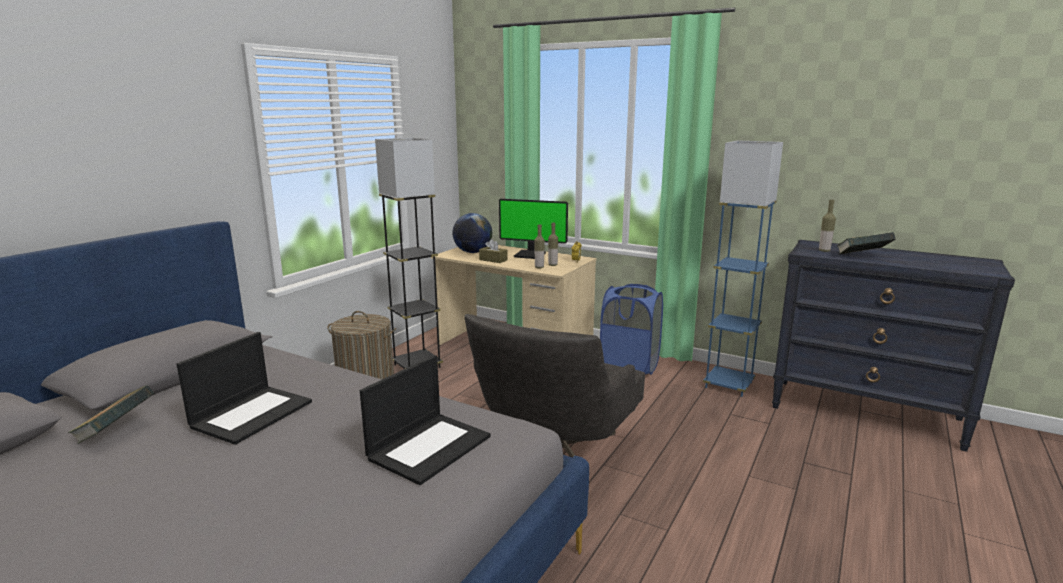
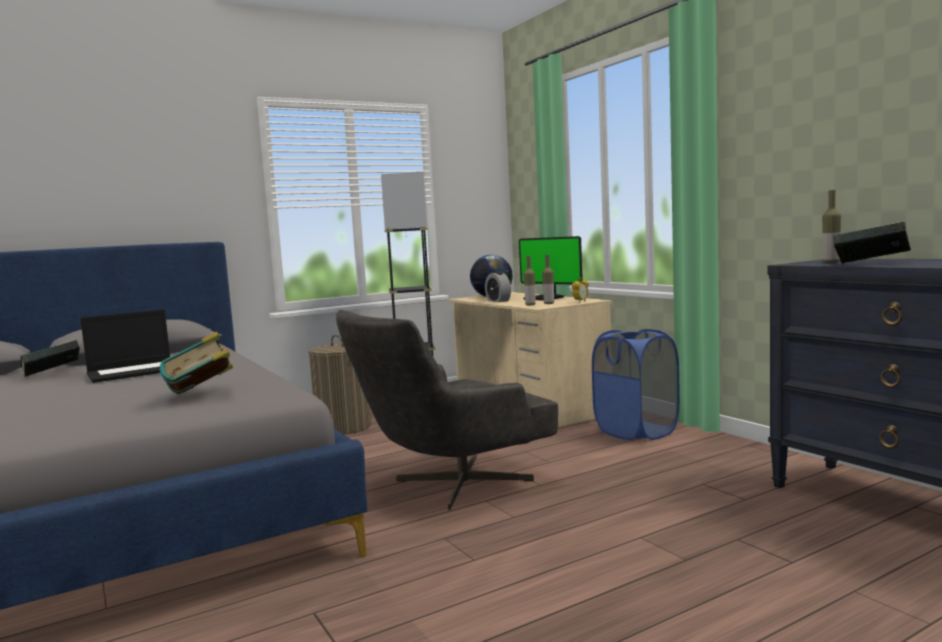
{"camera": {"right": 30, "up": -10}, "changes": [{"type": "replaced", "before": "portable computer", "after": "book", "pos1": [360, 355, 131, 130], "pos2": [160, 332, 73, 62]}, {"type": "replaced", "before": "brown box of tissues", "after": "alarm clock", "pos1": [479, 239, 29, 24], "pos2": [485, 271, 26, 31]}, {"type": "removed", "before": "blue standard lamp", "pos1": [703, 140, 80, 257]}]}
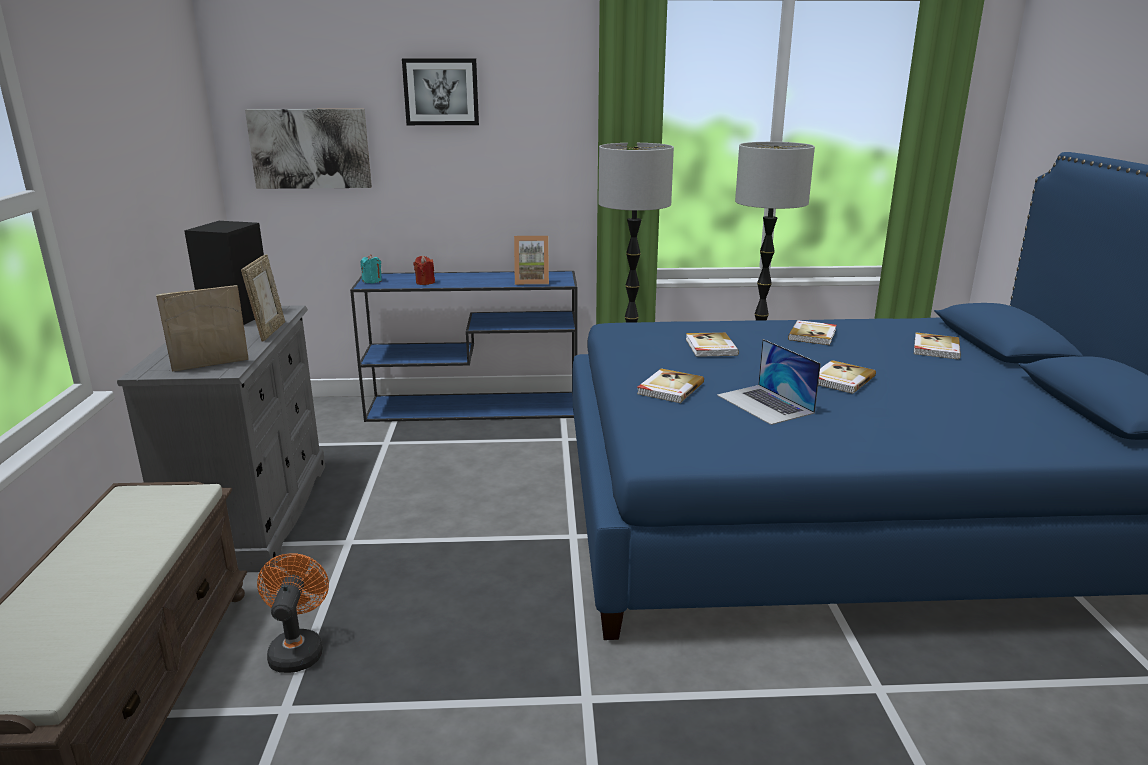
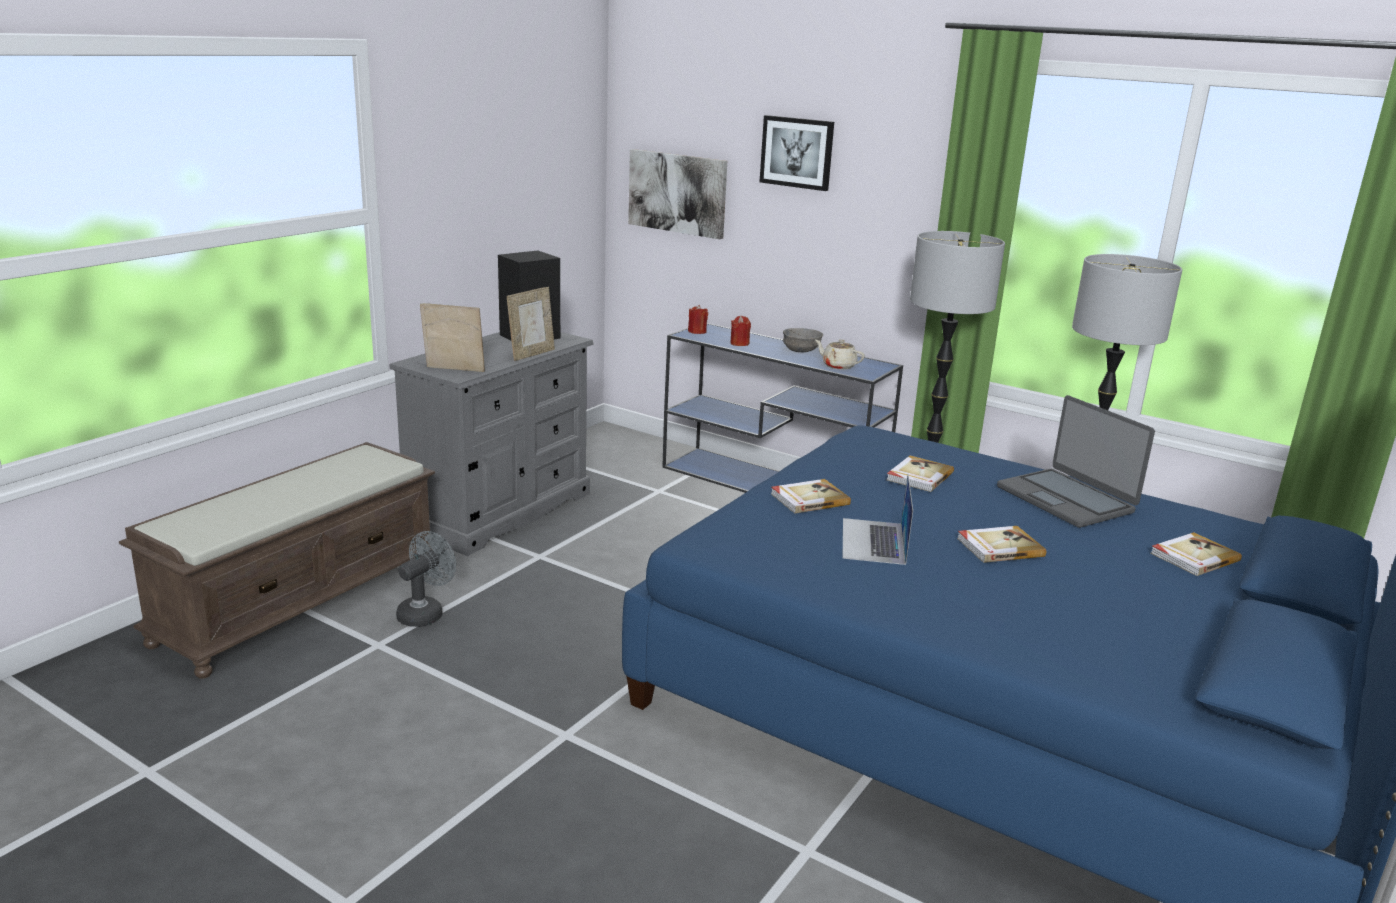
{"camera": {"right": 35, "up": 0}, "changes": [{"type": "recoloured", "before": "orange fan", "after": "gray fan", "pos1": [257, 553, 72, 120], "pos2": [396, 531, 60, 96]}, {"type": "recoloured", "before": "turquoise-coloured wax candle", "after": "red-coloured wax candle", "pos1": [360, 254, 22, 29], "pos2": [688, 305, 20, 29]}, {"type": "added", "after": "gray deep dish", "pos2": [783, 328, 40, 24]}, {"type": "replaced", "before": "standing frame", "after": "beige pot for tea", "pos1": [514, 236, 35, 49], "pos2": [815, 339, 50, 31]}, {"type": "replaced", "before": "book", "after": "portable computer", "pos1": [788, 320, 48, 25], "pos2": [997, 395, 158, 133]}]}
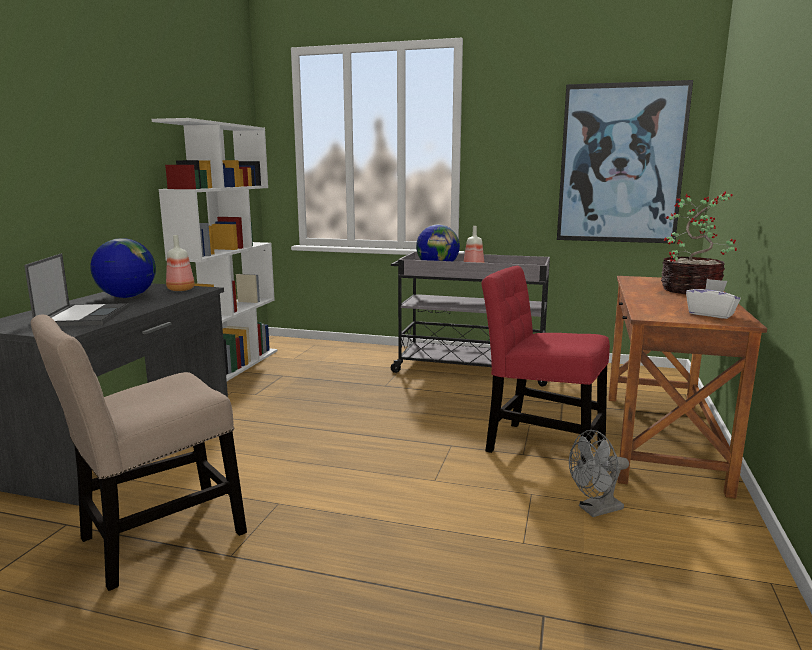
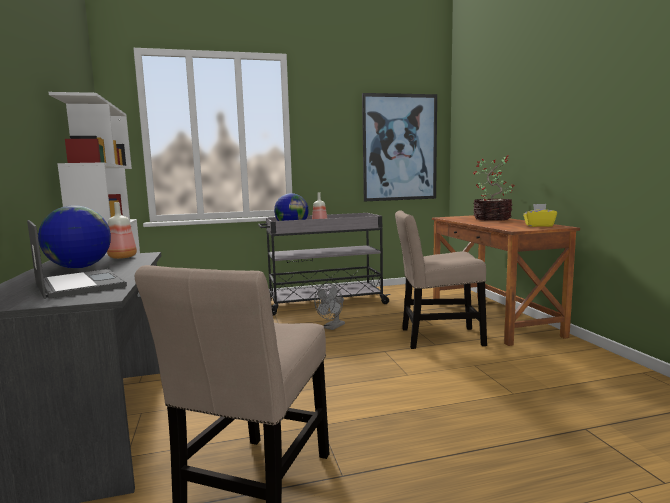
{"camera": {"right": -30, "up": -5}, "changes": [{"type": "moved", "before": "gray fan", "pos1": [569, 430, 60, 87], "pos2": [314, 283, 31, 47]}, {"type": "recoloured", "before": "red-coloured upright chair", "after": "beige upright chair", "pos1": [482, 266, 128, 198], "pos2": [395, 210, 92, 139]}, {"type": "recoloured", "before": "white box of tissues", "after": "yellow box of tissues", "pos1": [686, 279, 55, 40], "pos2": [523, 204, 34, 23]}]}
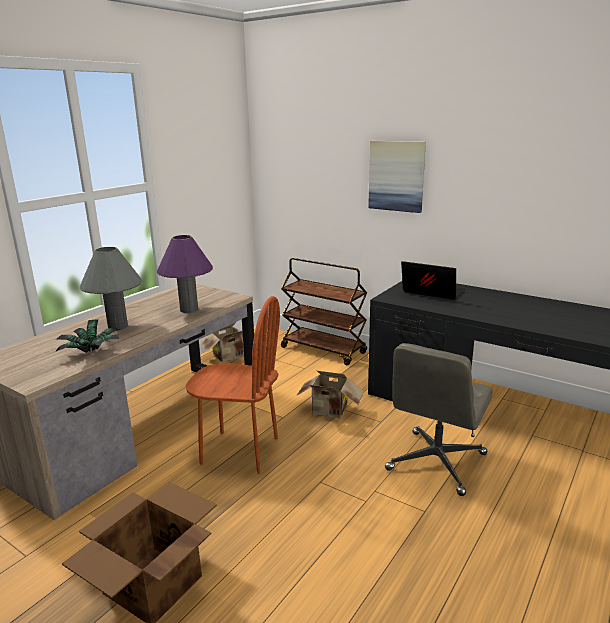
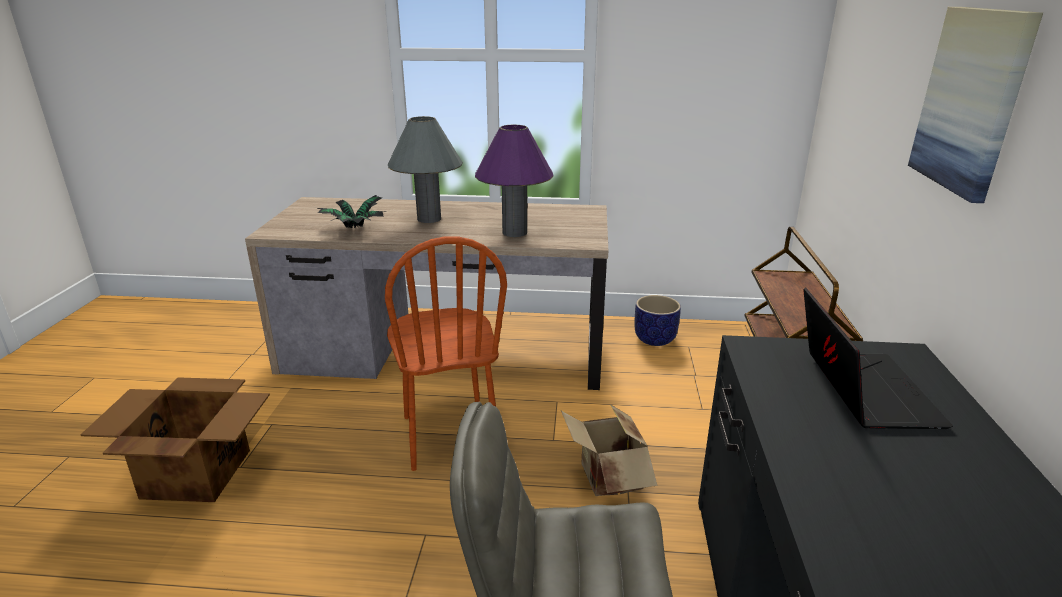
{"camera": {"right": 60, "up": 5}, "changes": [{"type": "replaced", "before": "packing box", "after": "planter", "pos1": [200, 322, 44, 40], "pos2": [634, 295, 47, 51]}]}
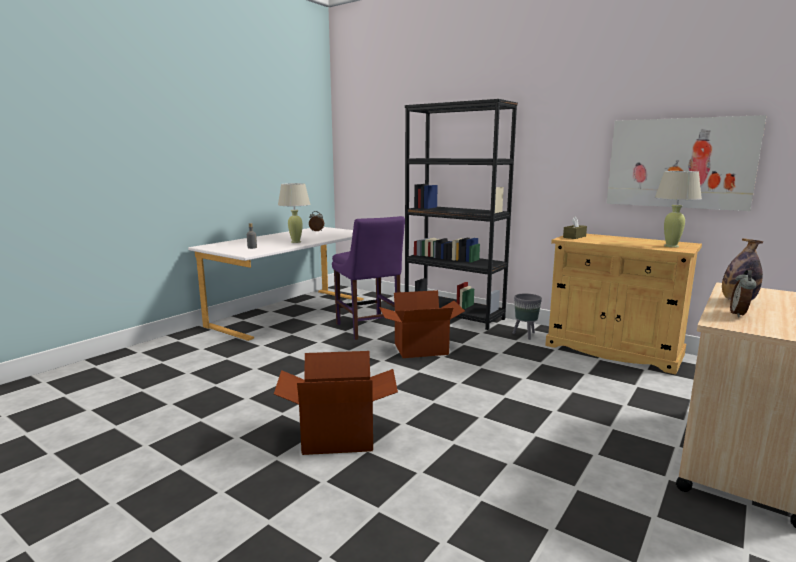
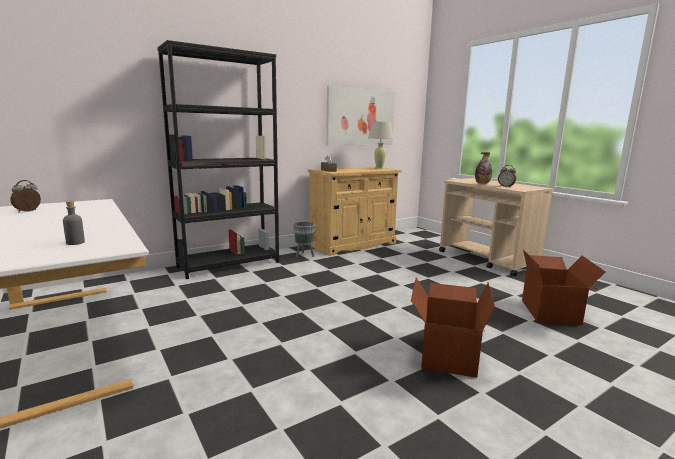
{"camera": {"right": -70, "up": 0}, "changes": [{"type": "moved", "before": "packing box", "pos1": [379, 290, 86, 68], "pos2": [522, 250, 83, 75]}, {"type": "removed", "before": "beige table lamp", "pos1": [278, 183, 33, 60]}, {"type": "removed", "before": "purple-coloured upright chair", "pos1": [332, 216, 73, 124]}]}
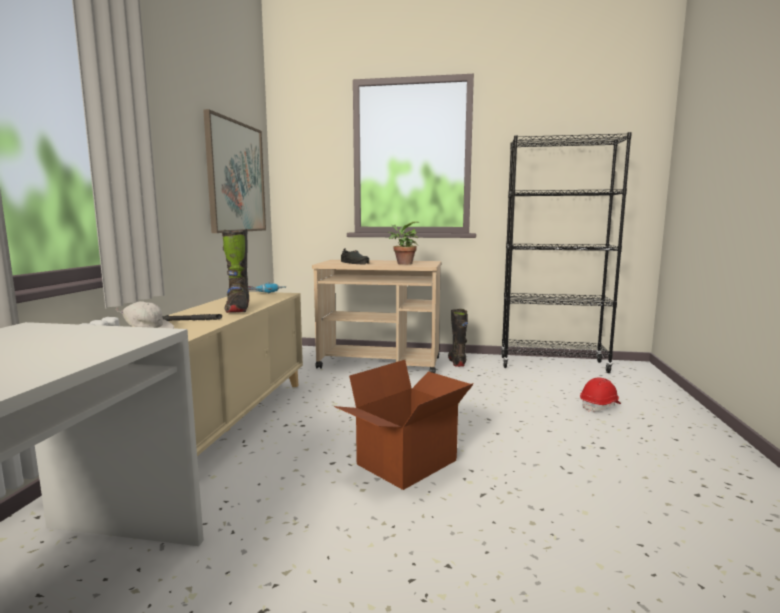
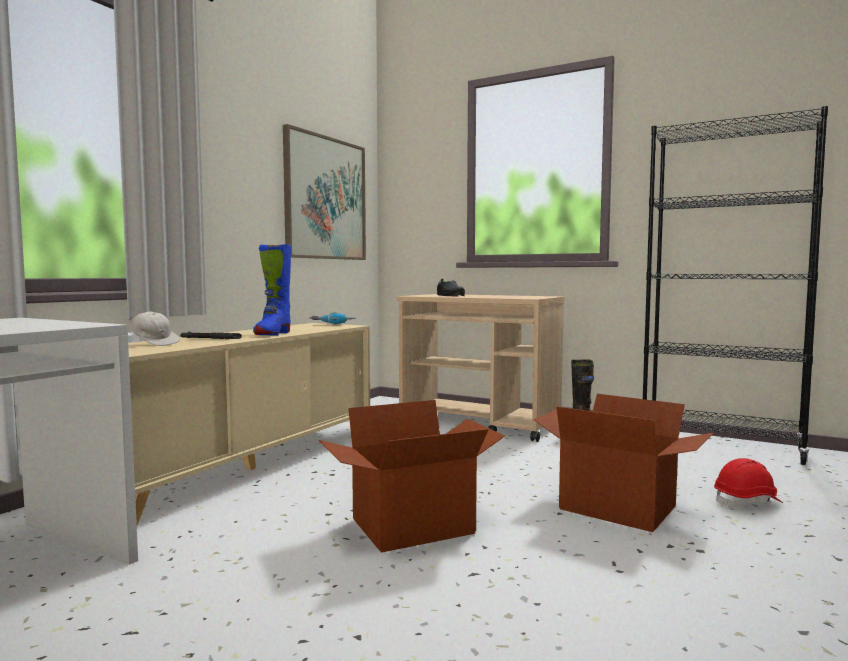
{"camera": {"right": 20, "up": -5}, "changes": [{"type": "recoloured", "before": "black boot", "after": "blue boot", "pos1": [222, 229, 27, 84], "pos2": [253, 244, 38, 92]}, {"type": "added", "after": "packing box", "pos2": [533, 394, 181, 138]}, {"type": "removed", "before": "potted plant", "pos1": [388, 222, 32, 43]}]}
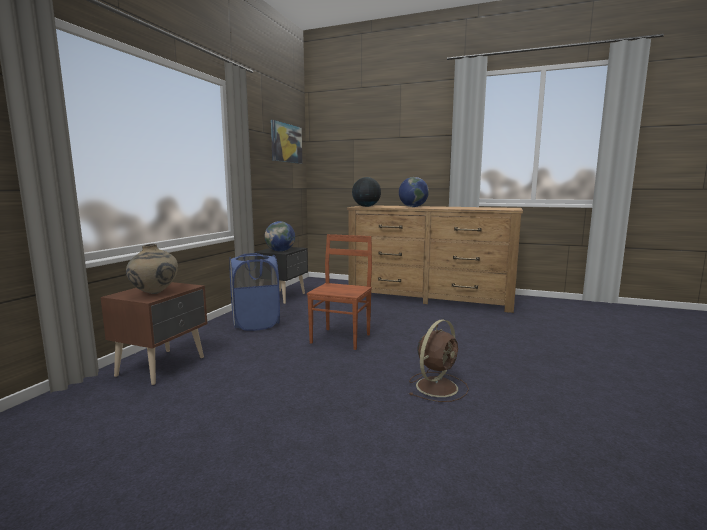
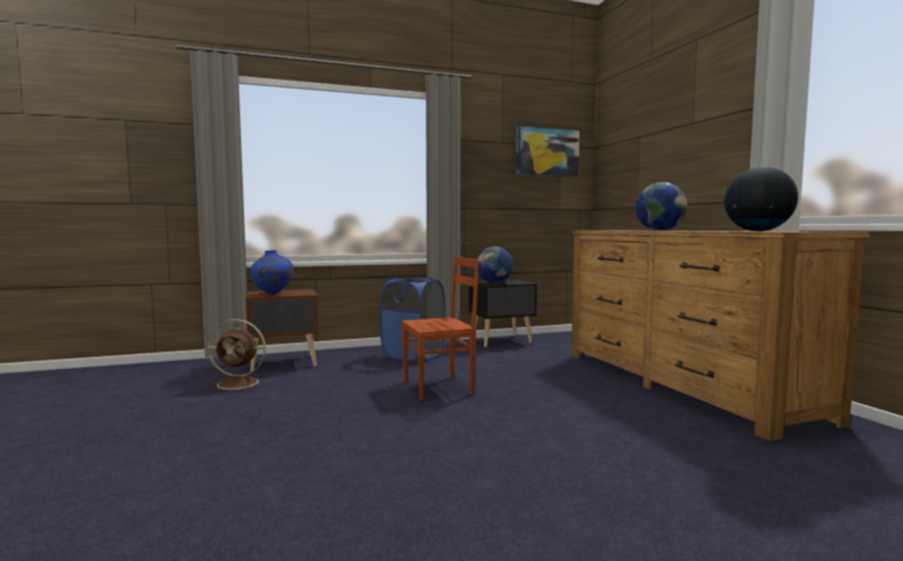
{"camera": {"right": 50, "up": -5}, "changes": [{"type": "moved", "before": "brown fan", "pos1": [409, 319, 60, 83], "pos2": [207, 319, 63, 73]}, {"type": "recoloured", "before": "beige flower vase", "after": "blue flower vase", "pos1": [126, 244, 52, 50], "pos2": [250, 250, 43, 44]}, {"type": "moved", "before": "world globe", "pos1": [352, 177, 29, 30], "pos2": [724, 167, 74, 64]}]}
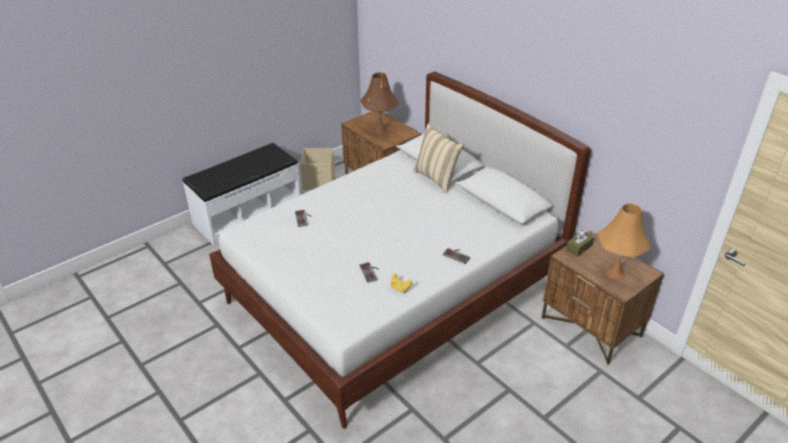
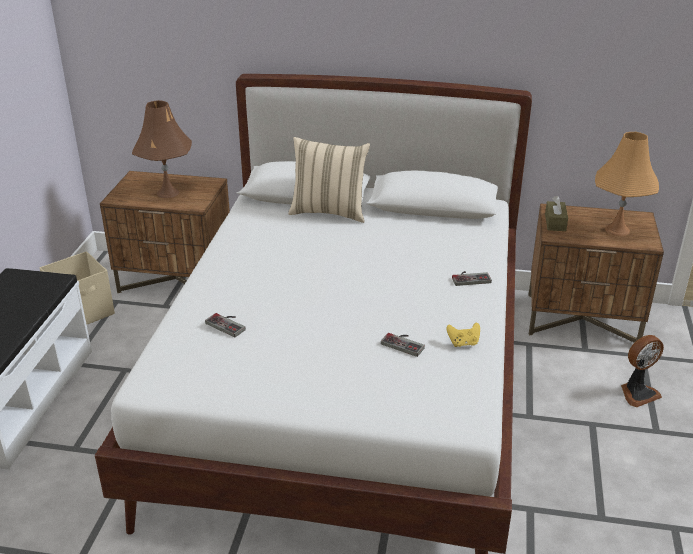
{"camera": {"right": -40, "up": -5}, "changes": [{"type": "added", "after": "fan", "pos2": [621, 335, 43, 72]}]}
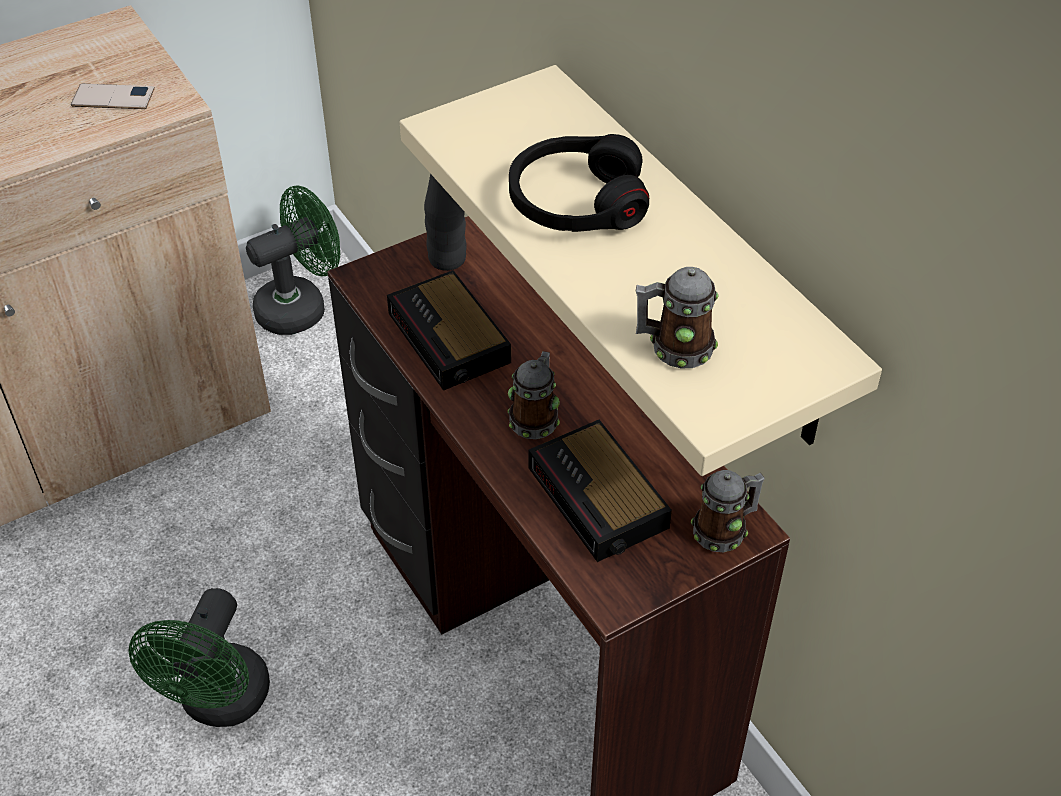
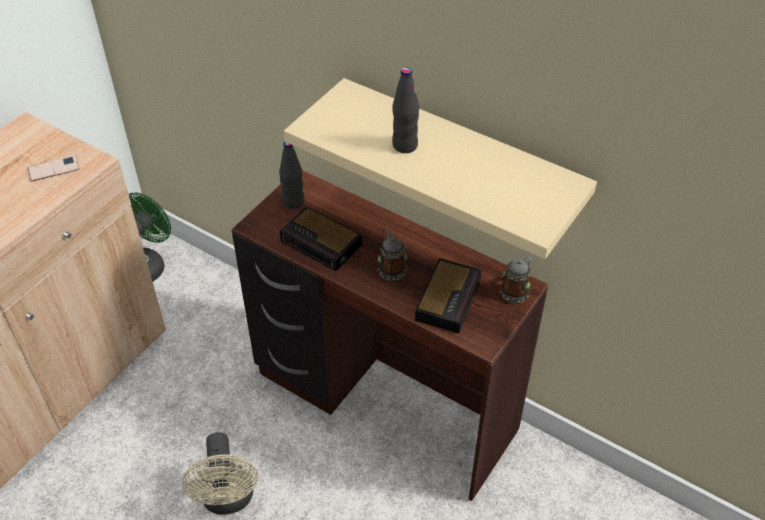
{"camera": {"right": -25, "up": 0}, "changes": [{"type": "recoloured", "before": "greenish fan", "after": "beige fan", "pos1": [128, 588, 142, 139], "pos2": [182, 432, 76, 83]}, {"type": "replaced", "before": "black pair of headphones", "after": "black drink bottle", "pos1": [509, 134, 140, 98], "pos2": [392, 67, 27, 86]}, {"type": "turned", "before": "alarm clock", "pos1": [529, 420, 143, 142], "pos2": [415, 258, 67, 75], "turn": -105}, {"type": "removed", "before": "mug", "pos1": [636, 267, 82, 102]}]}
